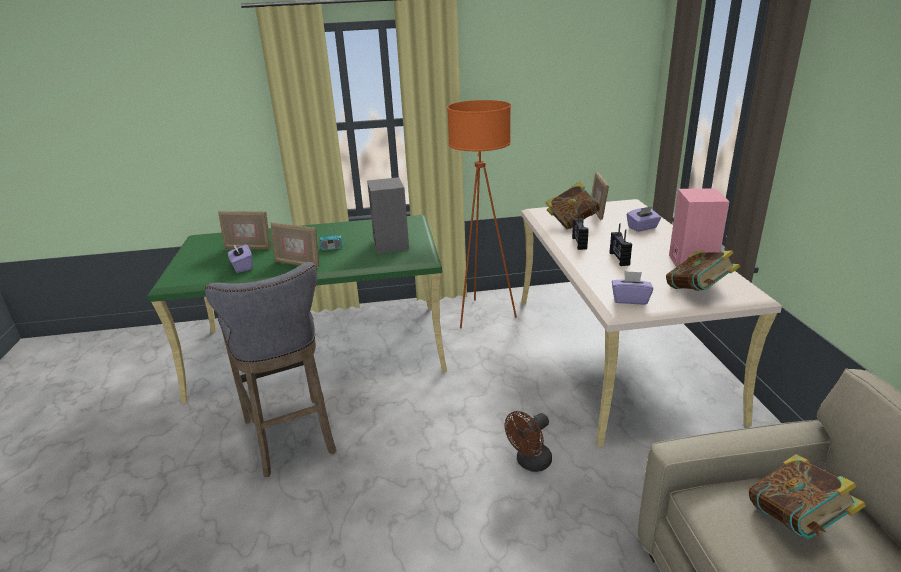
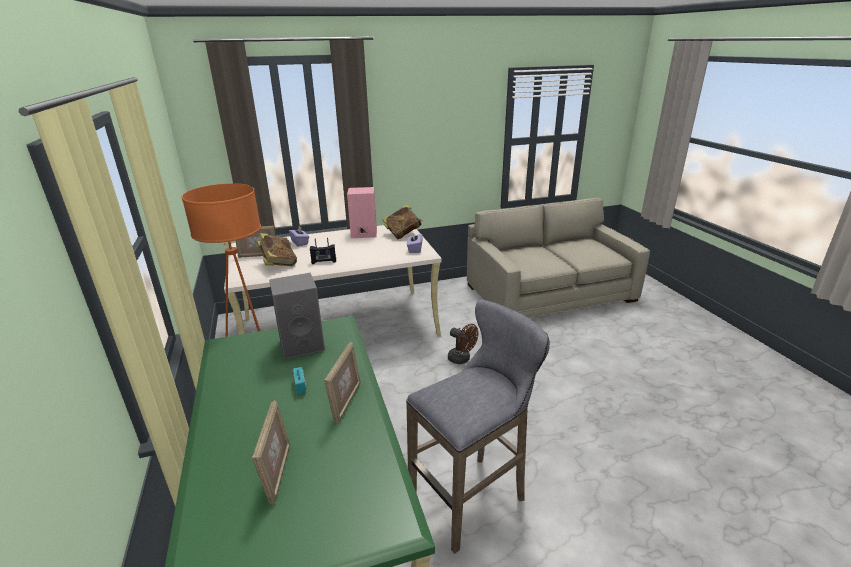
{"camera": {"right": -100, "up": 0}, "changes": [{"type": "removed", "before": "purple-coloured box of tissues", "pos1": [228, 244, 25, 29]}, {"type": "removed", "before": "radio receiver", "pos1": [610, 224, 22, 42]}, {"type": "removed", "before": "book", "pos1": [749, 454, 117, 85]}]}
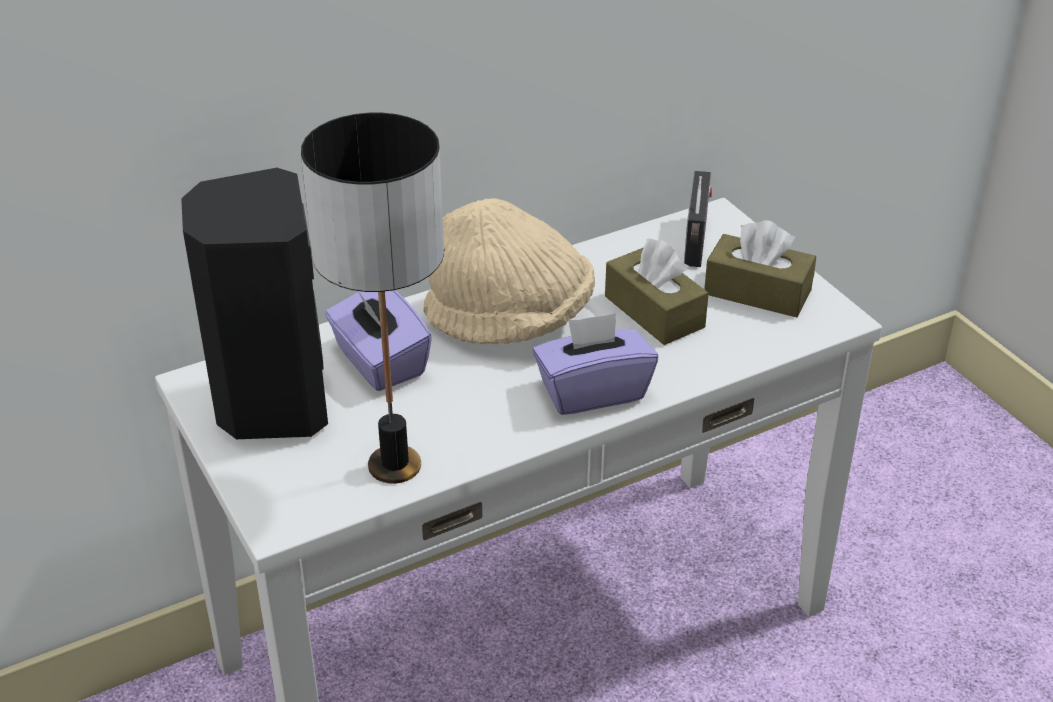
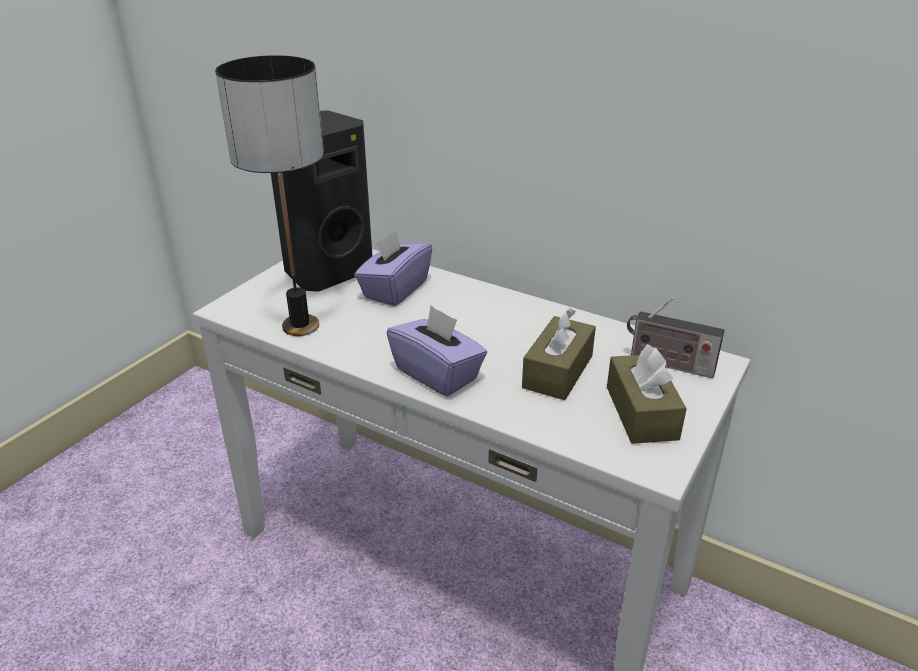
{"camera": {"right": 60, "up": -5}, "changes": [{"type": "turned", "before": "radio receiver", "pos1": [684, 171, 28, 96], "pos2": [627, 297, 98, 81], "turn": 45}, {"type": "removed", "before": "beige wearable hat", "pos1": [423, 198, 172, 146]}]}
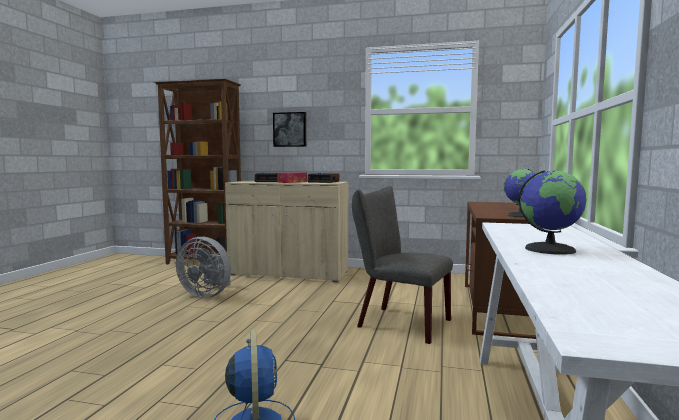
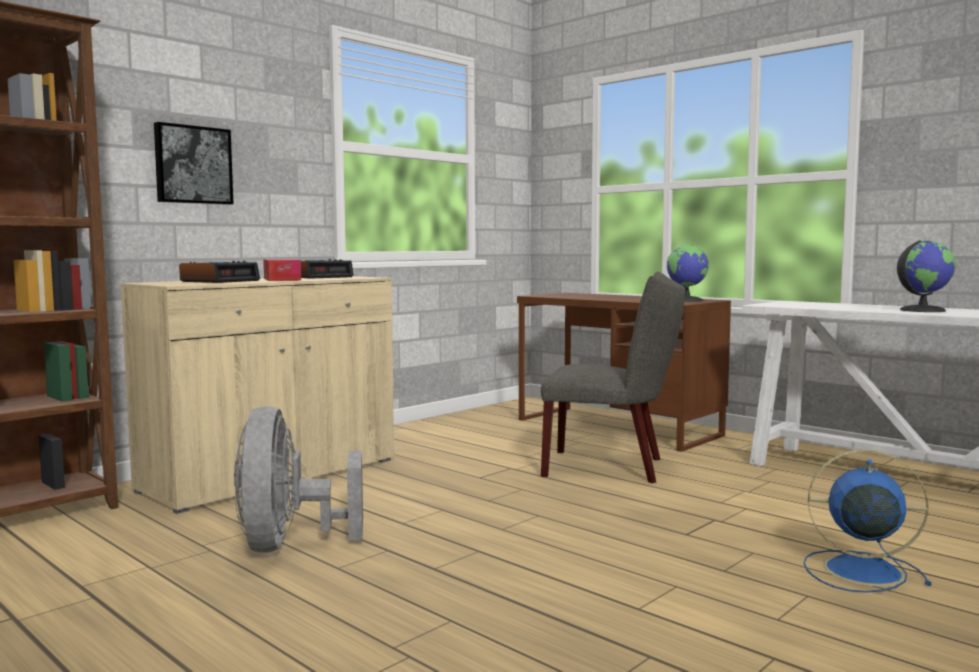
{"camera": {"right": -60, "up": 0}, "changes": [{"type": "turned", "before": "gray fan", "pos1": [176, 237, 55, 61], "pos2": [234, 406, 129, 147], "turn": 120}, {"type": "turned", "before": "gray upright chair", "pos1": [352, 186, 101, 158], "pos2": [541, 272, 144, 211], "turn": -135}]}
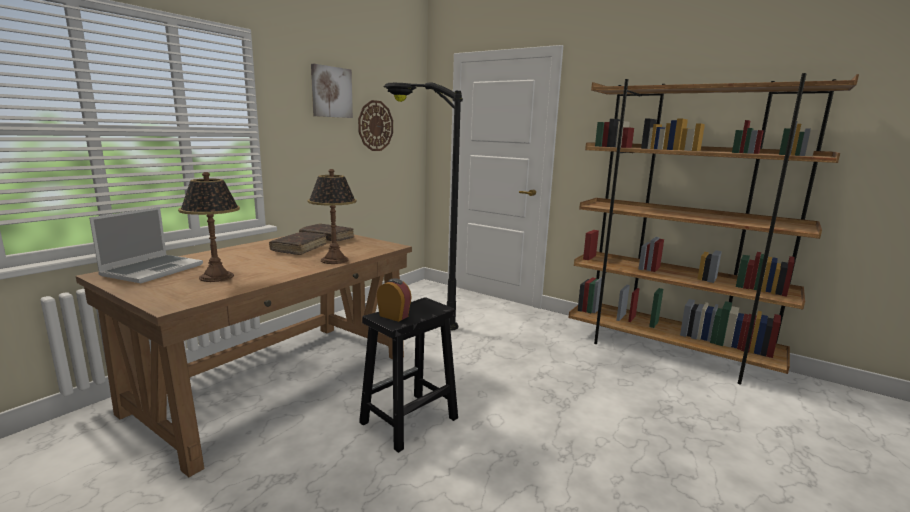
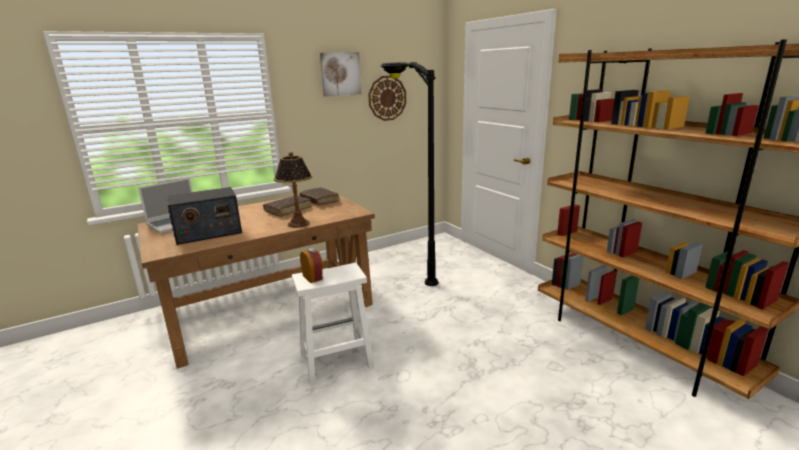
{"camera": {"right": 25, "up": 5}, "changes": [{"type": "replaced", "before": "table lamp", "after": "radio receiver", "pos1": [178, 172, 62, 110], "pos2": [167, 187, 75, 58]}, {"type": "recoloured", "before": "black sitting stool", "after": "white sitting stool", "pos1": [359, 298, 99, 155], "pos2": [292, 263, 82, 122]}]}
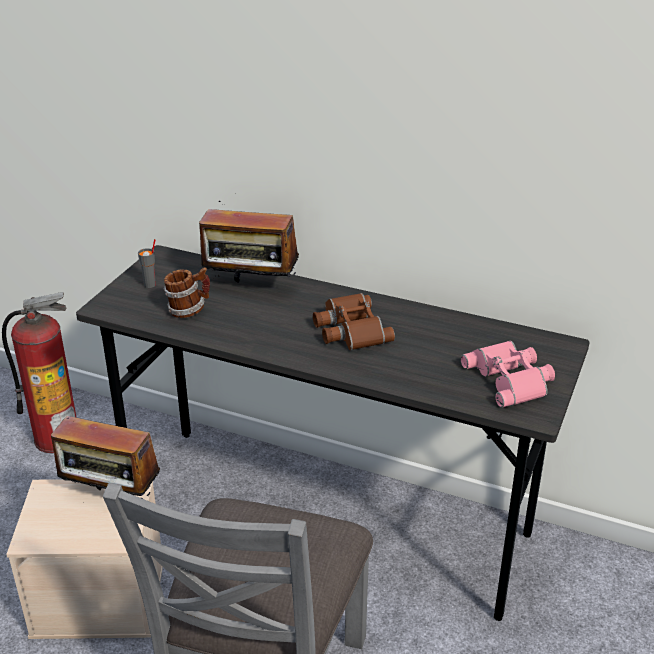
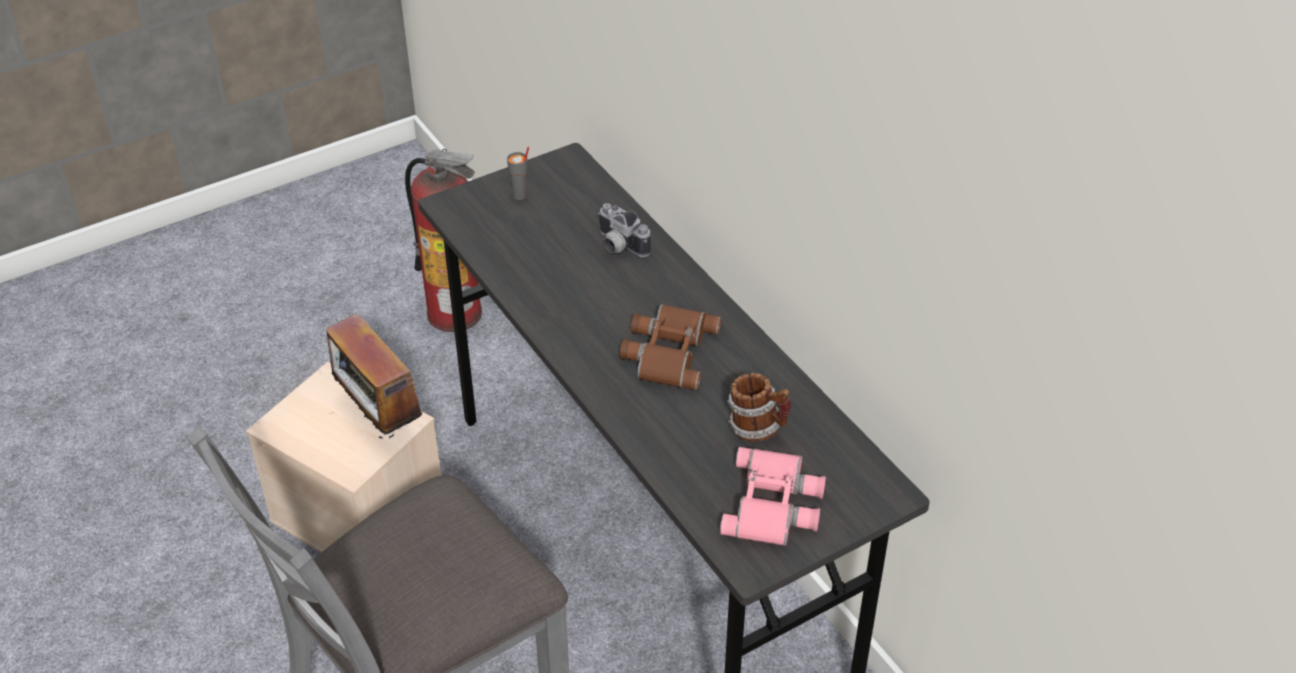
{"camera": {"right": 35, "up": 10}, "changes": [{"type": "replaced", "before": "radio receiver", "after": "still camera", "pos1": [199, 201, 100, 82], "pos2": [598, 203, 53, 54]}, {"type": "moved", "before": "mug", "pos1": [164, 267, 46, 51], "pos2": [727, 373, 64, 68]}]}
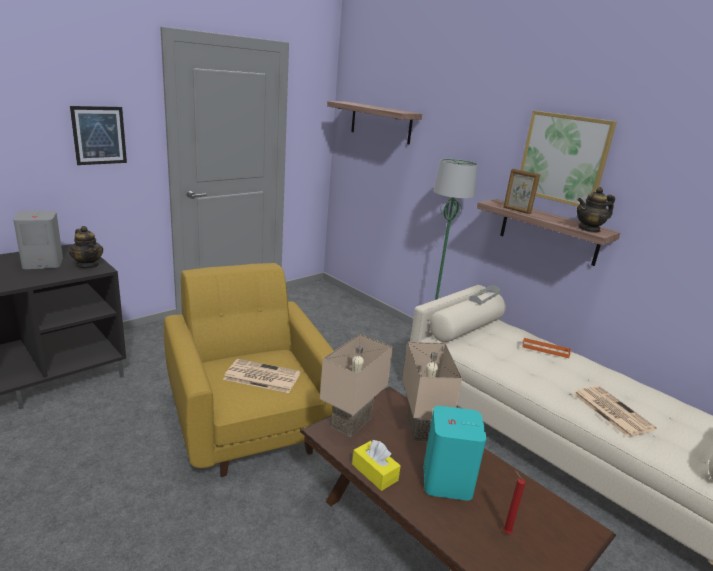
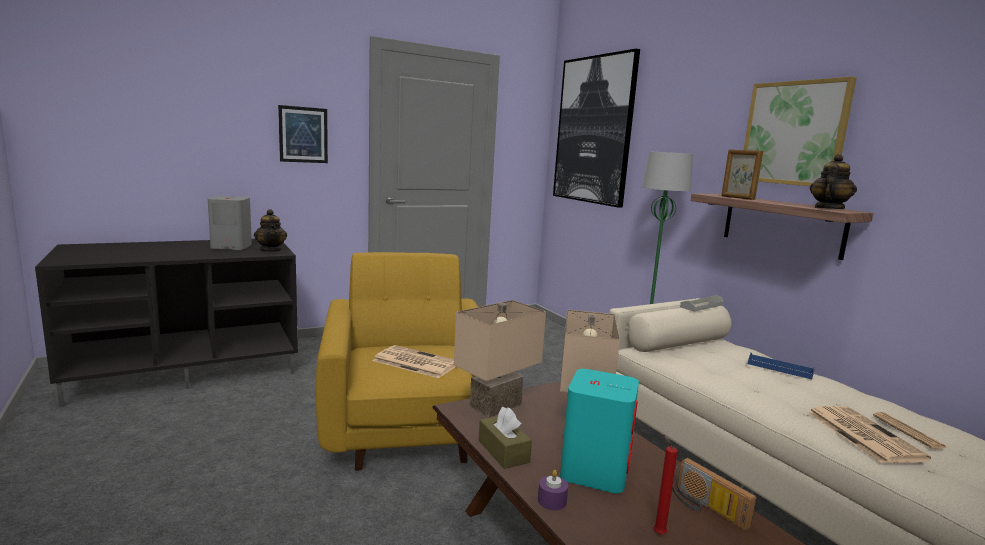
{"camera": {"right": 15, "up": -10}, "changes": [{"type": "recoloured", "before": "yellow box of tissues", "after": "brown box of tissues", "pos1": [352, 440, 49, 51], "pos2": [479, 407, 53, 62]}, {"type": "added", "after": "purple-coloured wax candle", "pos2": [538, 470, 30, 40]}, {"type": "replaced", "before": "bracket shelf", "after": "picture", "pos1": [327, 101, 95, 44], "pos2": [553, 49, 87, 159]}, {"type": "added", "after": "radio receiver", "pos2": [672, 458, 84, 73]}, {"type": "recoloured", "before": "orange serving tray", "after": "blue serving tray", "pos1": [523, 337, 48, 21], "pos2": [748, 353, 67, 26]}, {"type": "turned", "before": "pot for tea", "pos1": [577, 187, 38, 46], "pos2": [810, 154, 47, 55], "turn": 135}, {"type": "added", "after": "newspaper", "pos2": [873, 412, 74, 37]}]}
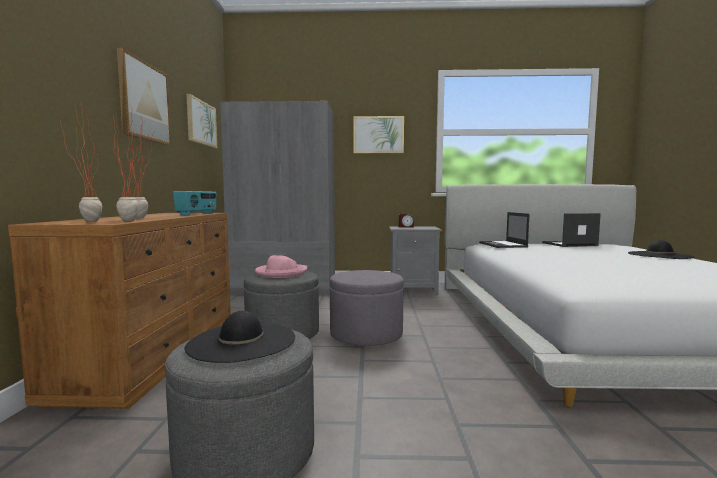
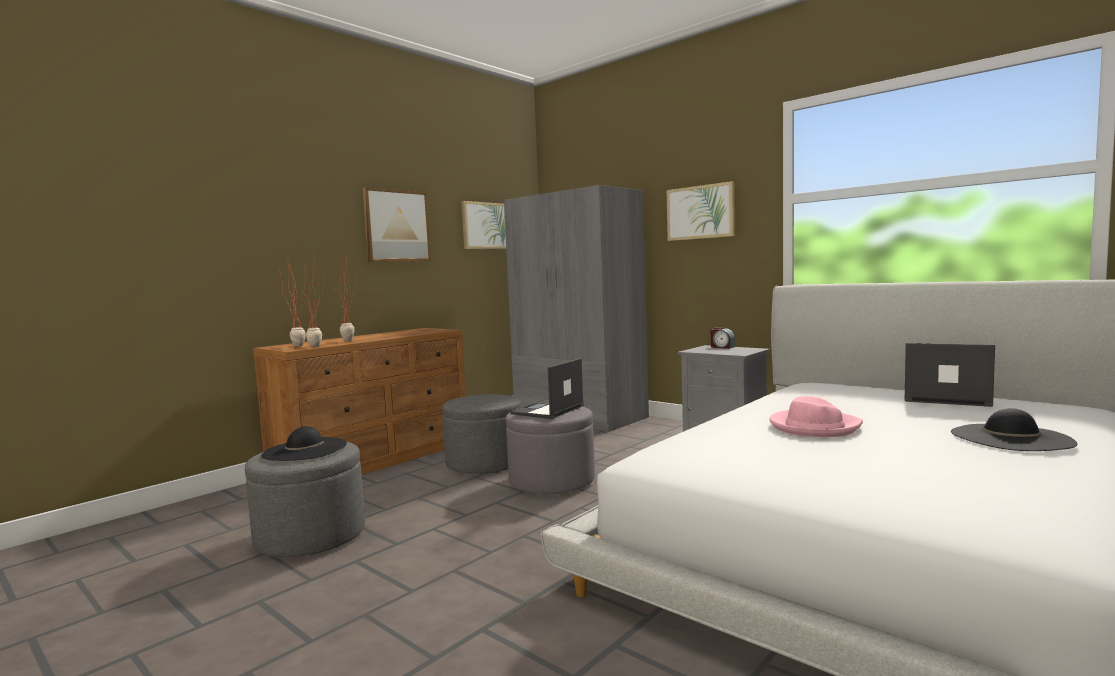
{"camera": {"right": 40, "up": 0}, "changes": [{"type": "moved", "before": "portable computer", "pos1": [479, 212, 51, 36], "pos2": [510, 358, 74, 61]}, {"type": "moved", "before": "pink wearable hat", "pos1": [255, 255, 52, 23], "pos2": [769, 396, 94, 41]}, {"type": "removed", "before": "radio receiver", "pos1": [173, 191, 43, 24]}]}
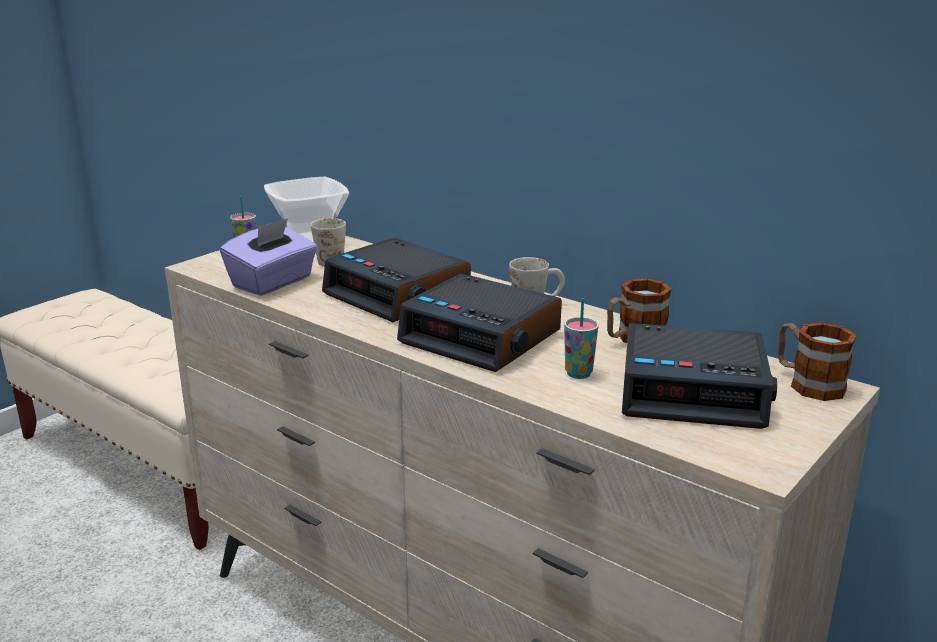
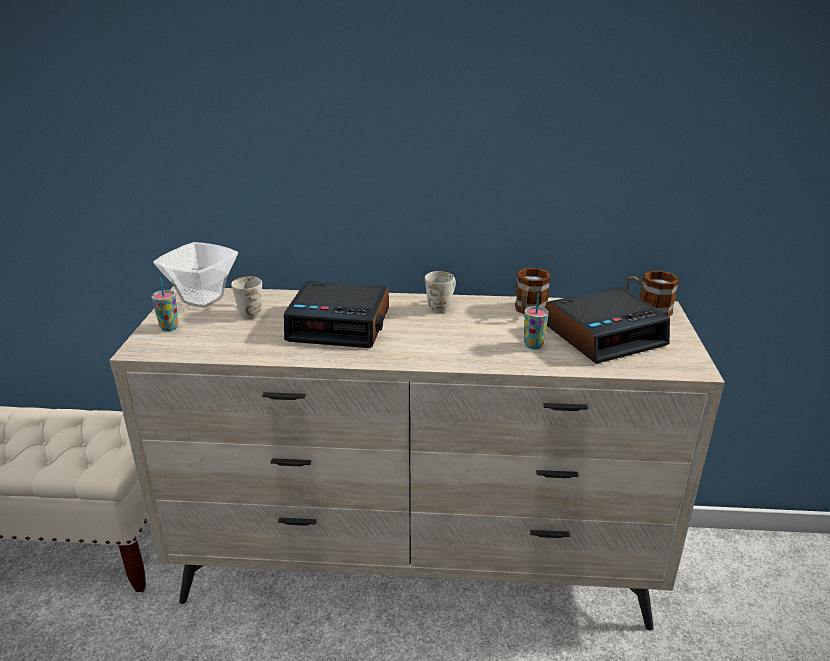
{"camera": {"right": -35, "up": 5}, "changes": [{"type": "removed", "before": "purple-coloured box of tissues", "pos1": [220, 218, 97, 78]}, {"type": "removed", "before": "alarm clock", "pos1": [397, 274, 165, 98]}]}
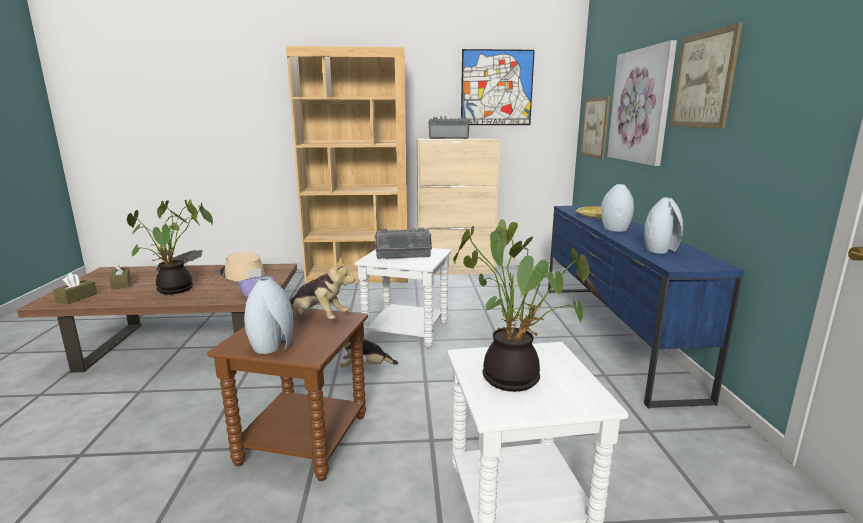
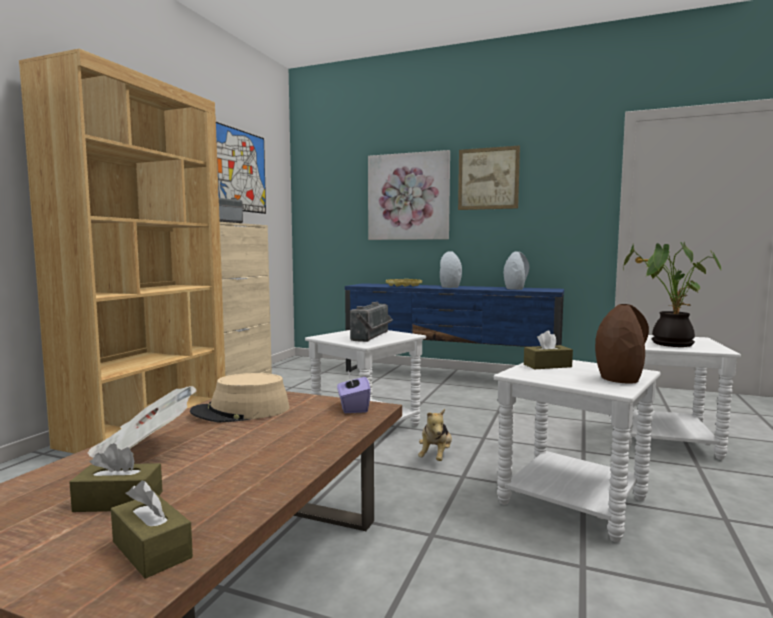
{"camera": {"right": -65, "up": -10}, "changes": [{"type": "recoloured", "before": "brown accent table", "after": "white accent table", "pos1": [207, 308, 161, 173], "pos2": [494, 360, 167, 182]}, {"type": "replaced", "before": "cuddly toy", "after": "brown box of tissues", "pos1": [290, 257, 65, 62], "pos2": [524, 331, 49, 38]}, {"type": "recoloured", "before": "gray flower vase", "after": "brown flower vase", "pos1": [244, 277, 49, 77], "pos2": [595, 304, 54, 80]}, {"type": "removed", "before": "potted plant", "pos1": [127, 200, 86, 94]}, {"type": "removed", "before": "picture", "pos1": [580, 96, 30, 64]}]}
